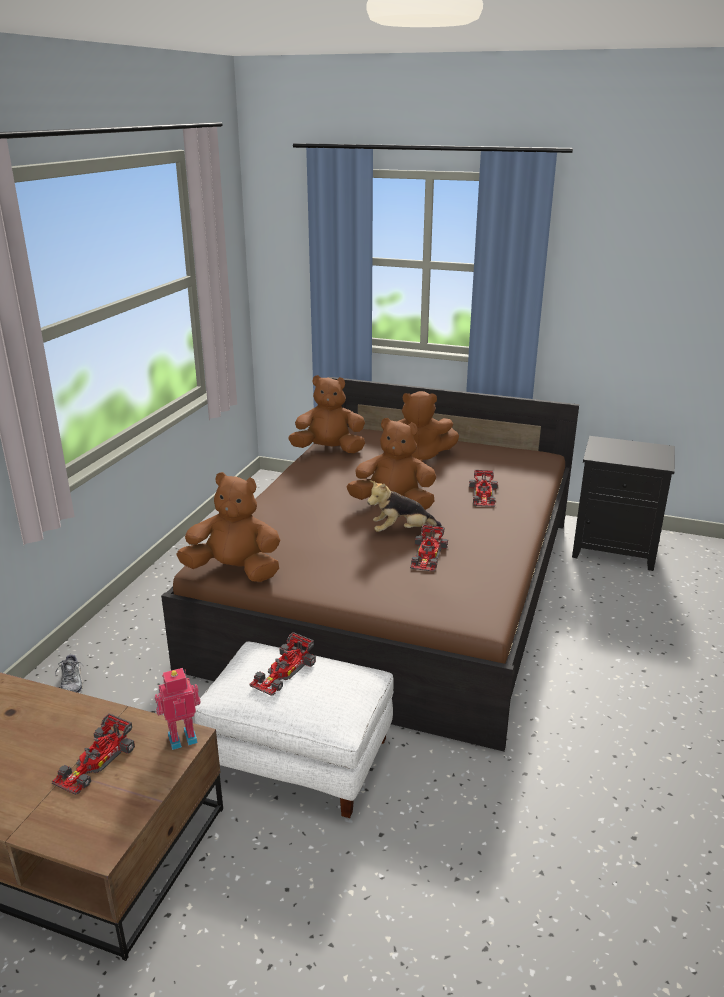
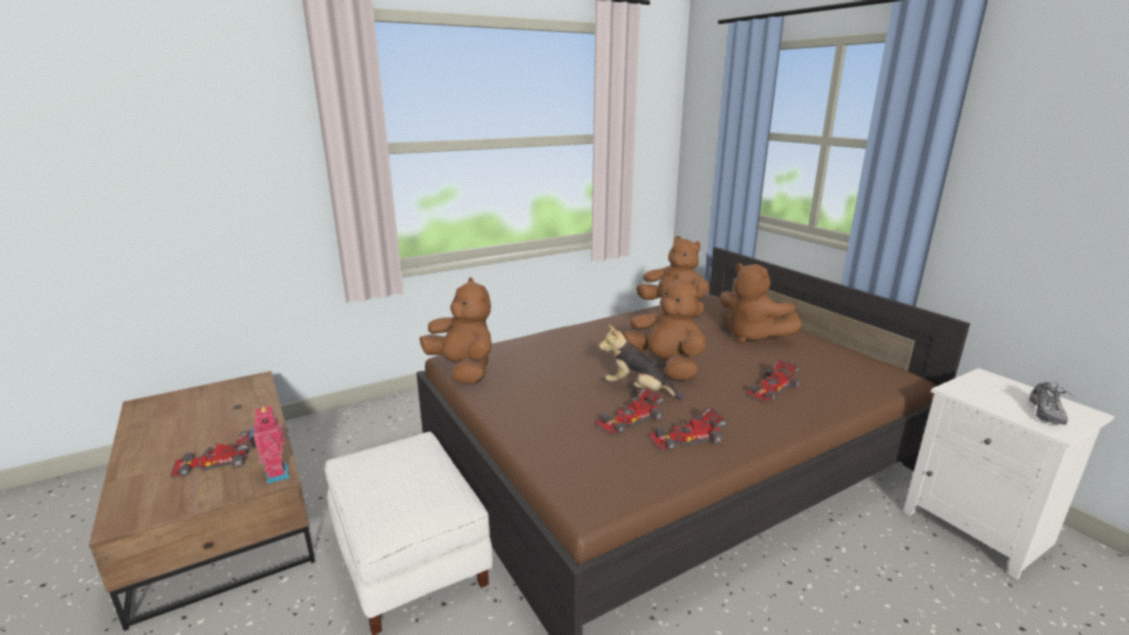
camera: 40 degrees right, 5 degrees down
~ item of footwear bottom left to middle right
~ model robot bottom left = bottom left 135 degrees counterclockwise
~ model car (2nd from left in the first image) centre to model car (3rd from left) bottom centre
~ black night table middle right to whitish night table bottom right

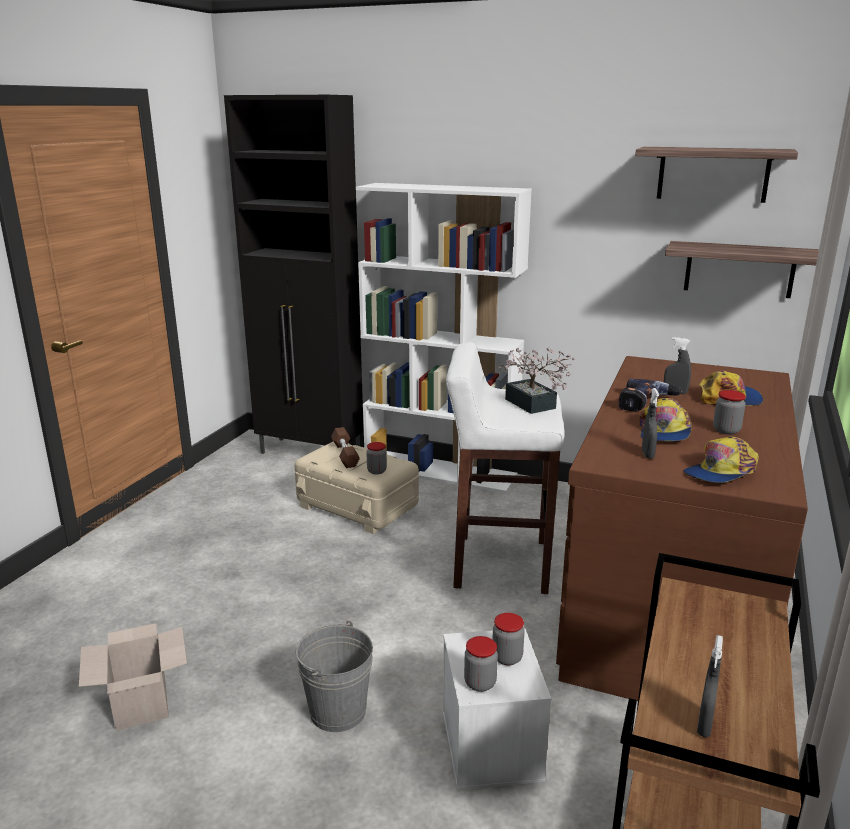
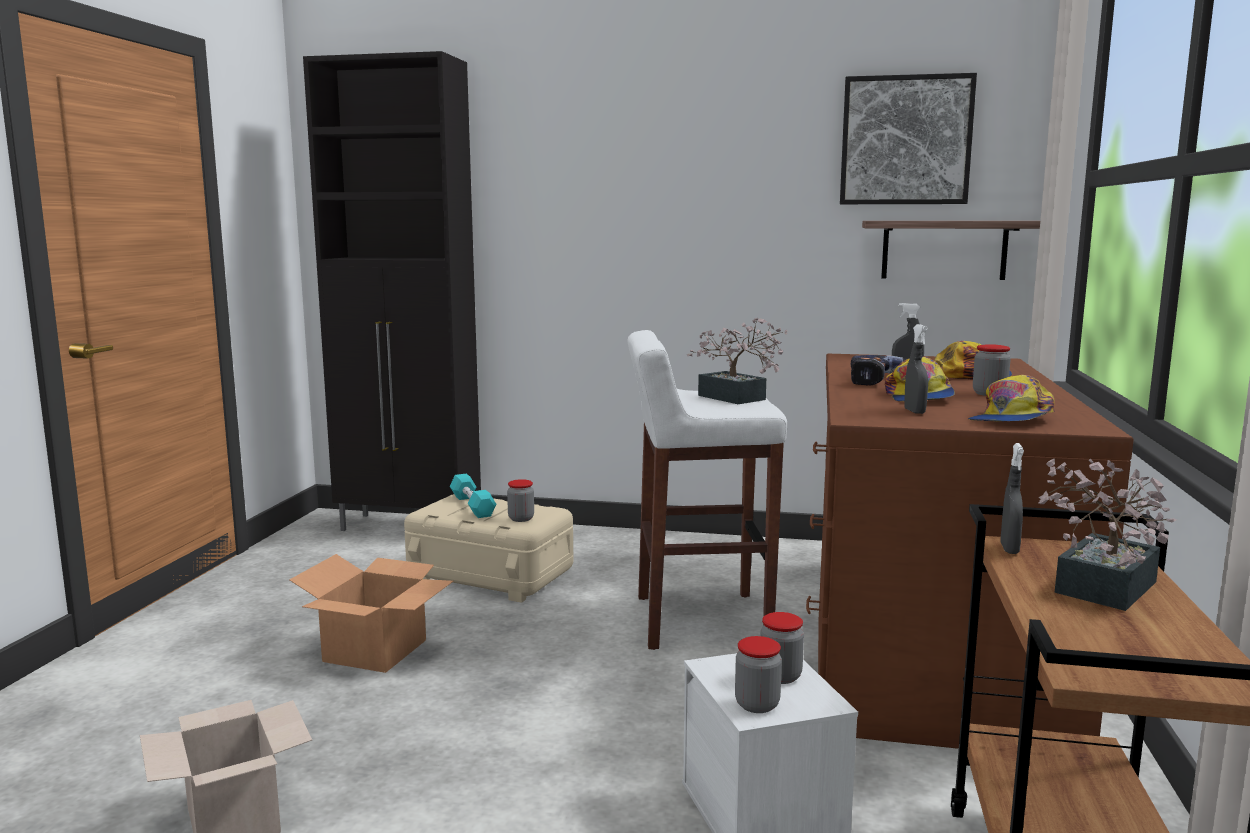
camera: 10 degrees left, 10 degrees down
- grey bucket bottom centre
~ brown-coloured dumbbell centre to turquoise dumbbell centre
- whitish bookshelf centre
~ shelf (1st from left) top right to picture top right
~ grey sprayer (3rd from left) bottom right to middle right
+ carton (2nd from left) bottom left
+ plant in a pot (2nd from left) middle right

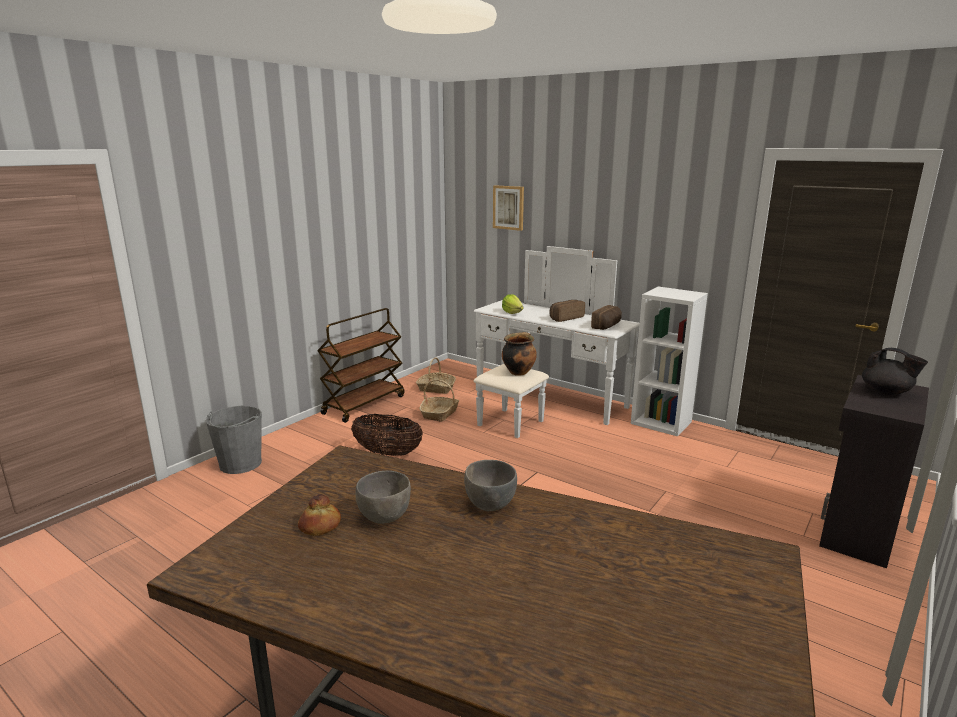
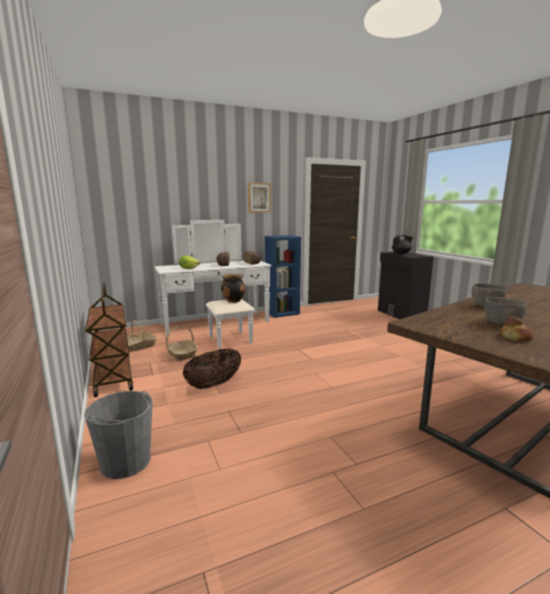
camera: 60 degrees left, 5 degrees down
~ picture top centre to centre
~ whitish bookshelf middle right to blue-coloured bookshelf centre

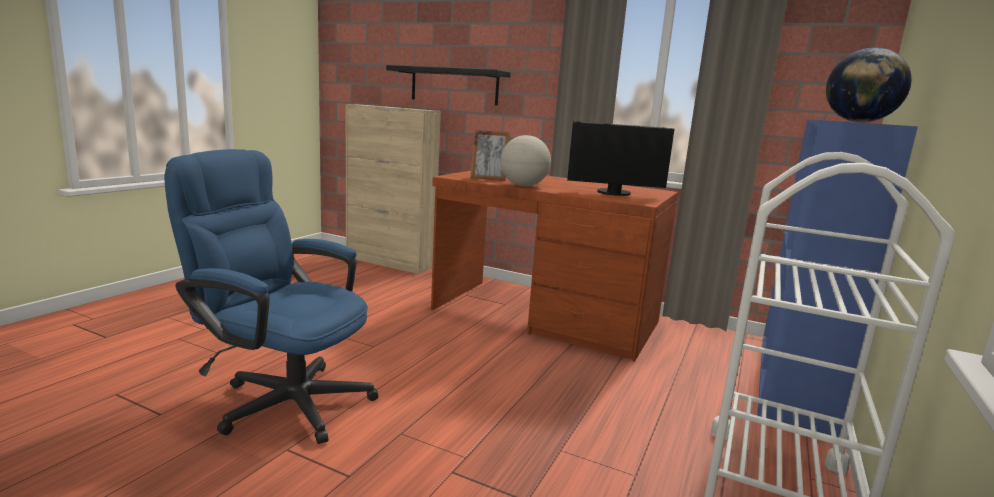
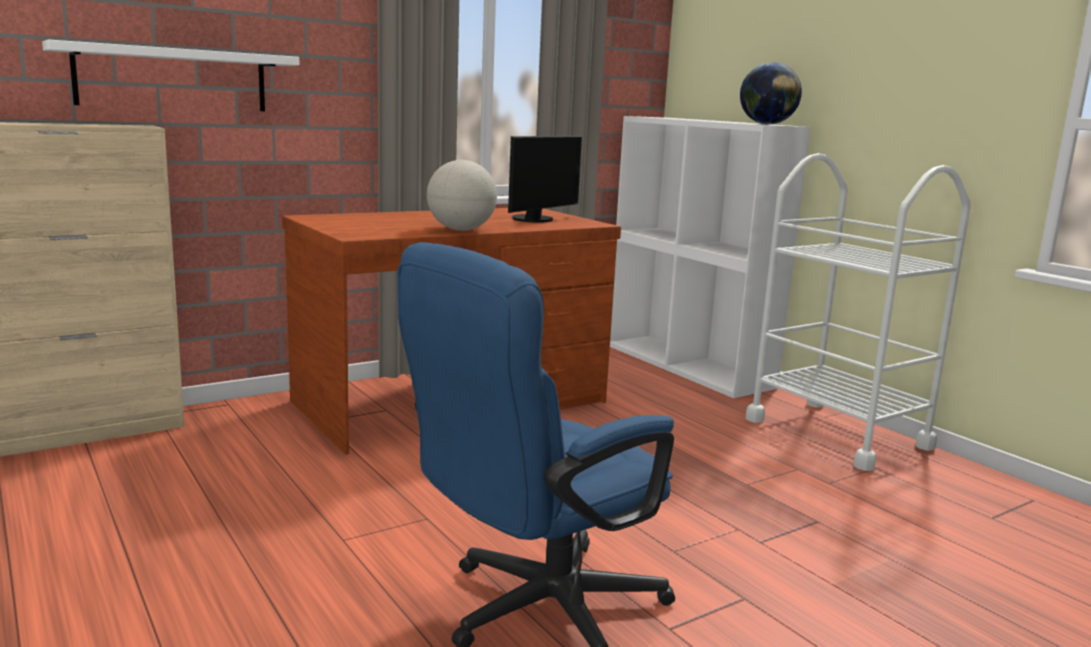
camera: 60 degrees left, 0 degrees up
~ black shelf top centre to whitish shelf top left
- photo frame top centre
~ blue-coloured bookshelf middle right to whitish bookshelf centre

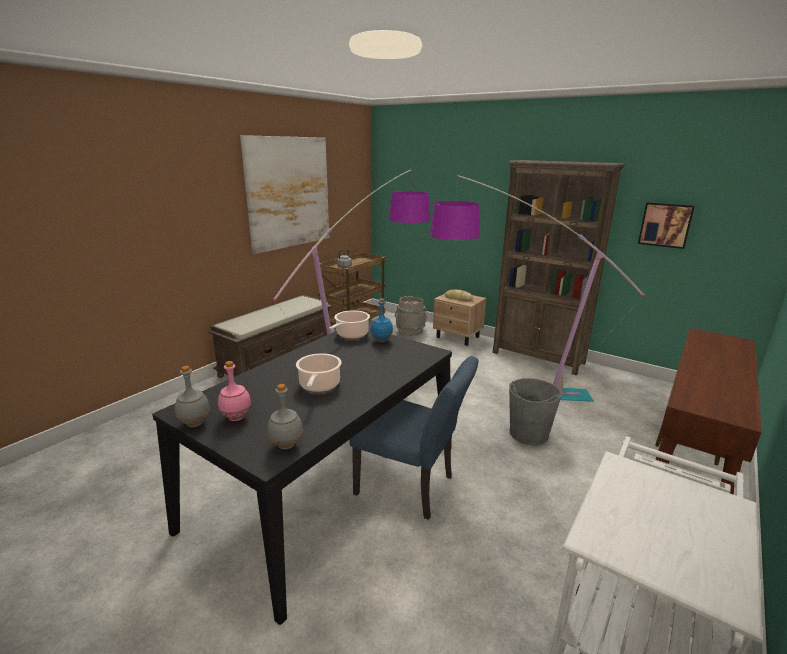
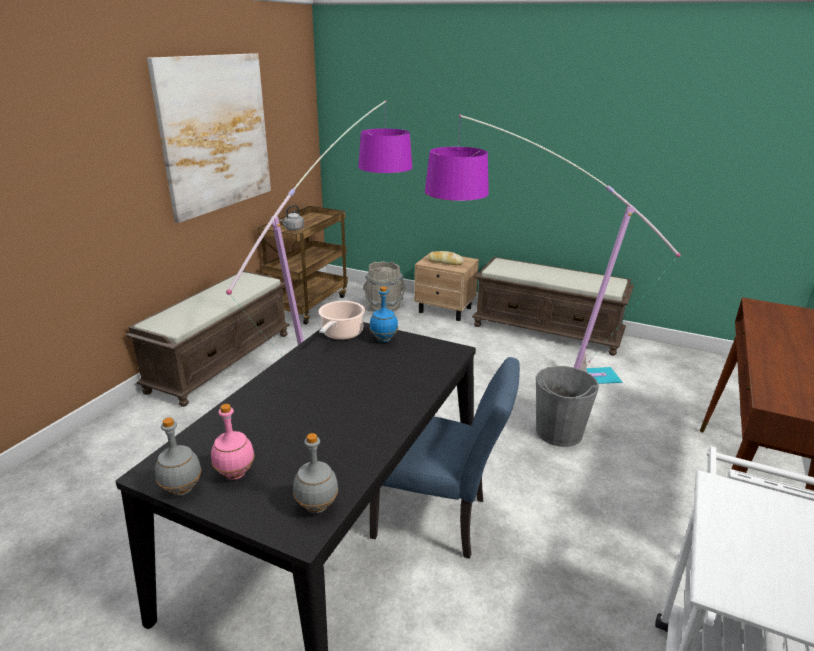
camera: 10 degrees left, 5 degrees up
- saucepot (1st from left) centre
~ brown-coloured bookshelf middle right to brown-coloured indoor bench (2nd from left) middle right
- picture (2nd from left) middle right

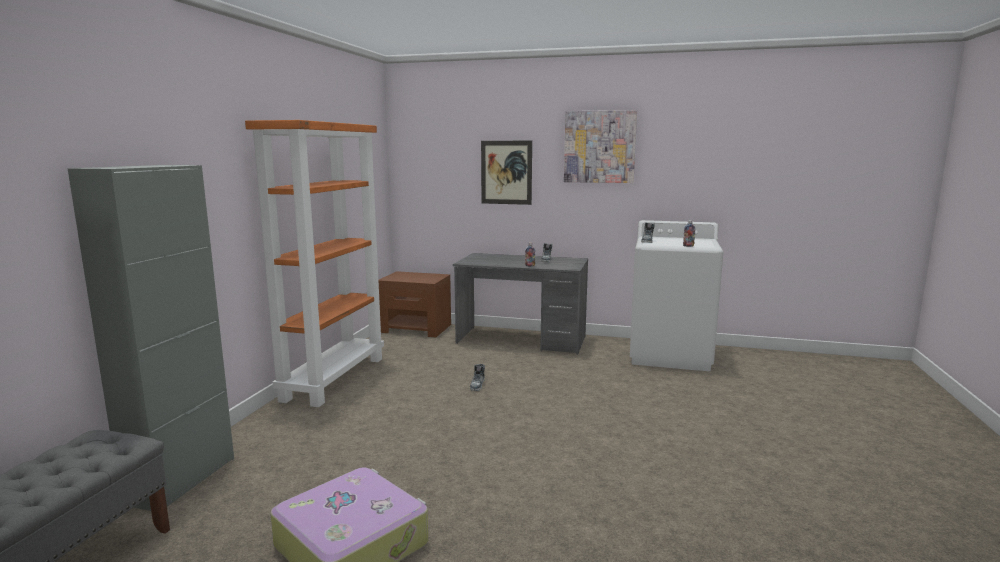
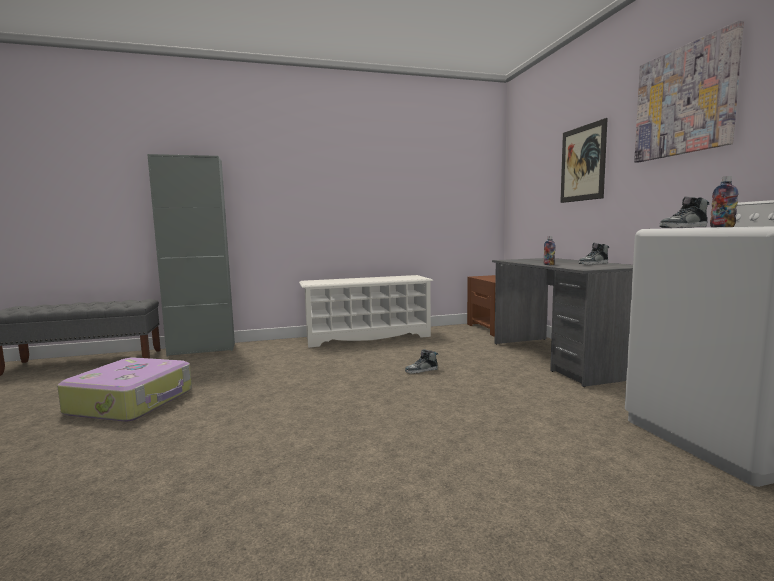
camera: 60 degrees right, 5 degrees down
~ orange-coloured bookshelf middle left to whitish shoe shelf centre

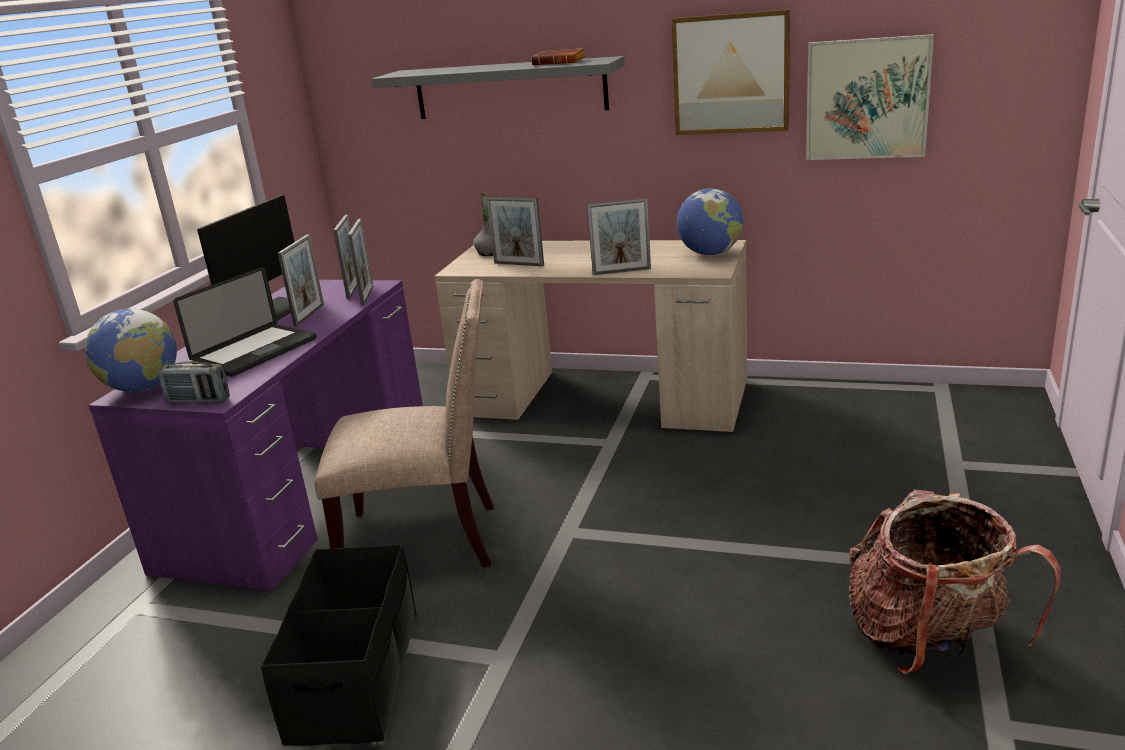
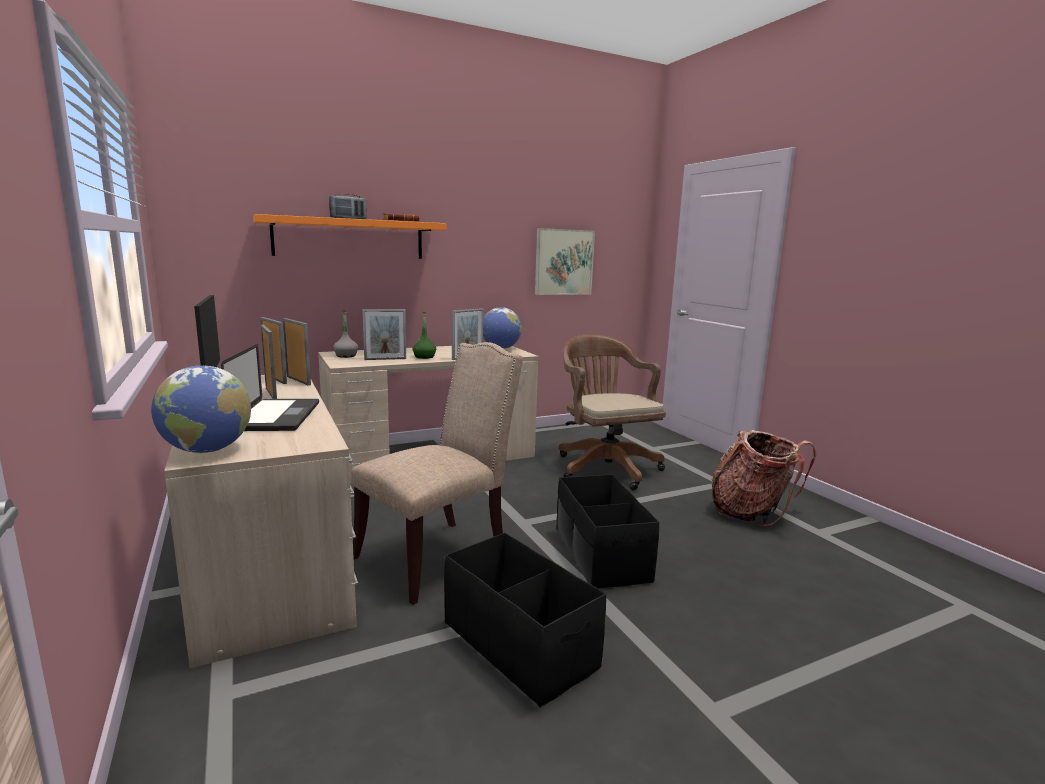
camera: 45 degrees left, 10 degrees down
~ purple desk unit middle left to beige desk unit (1st from left) middle left
~ radio middle left to top left
~ grey shelf top centre to orange-coloured shelf top centre
- picture (1st from left) top centre
+ greenish drink bottle centre
+ black storage box (2nd from left) bottom centre
+ brown-coloured desk chair centre

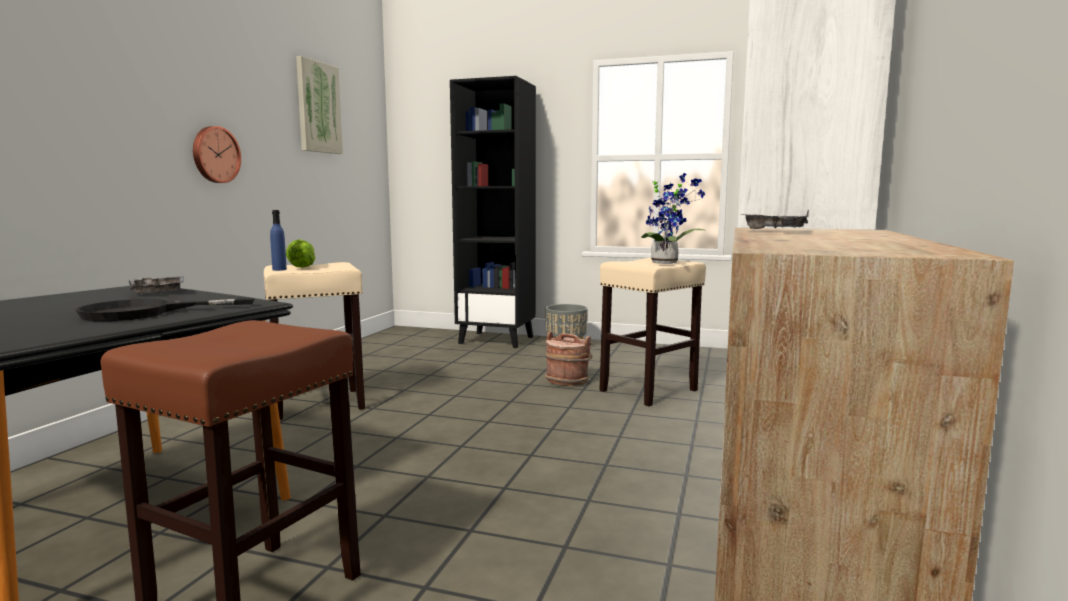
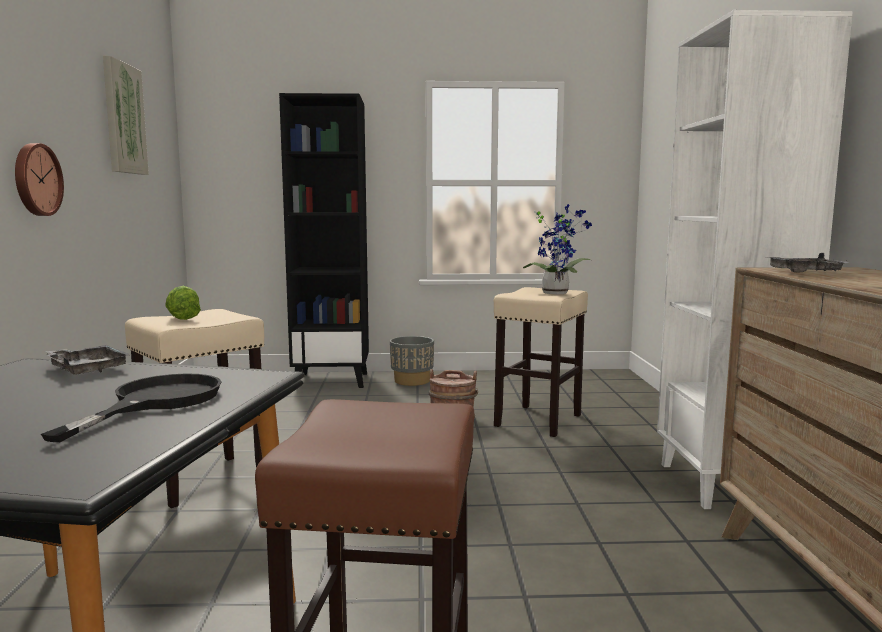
camera: 20 degrees left, 0 degrees up
~ black frying pan middle left = middle left 150 degrees clockwise
- blue-coloured drink bottle middle left

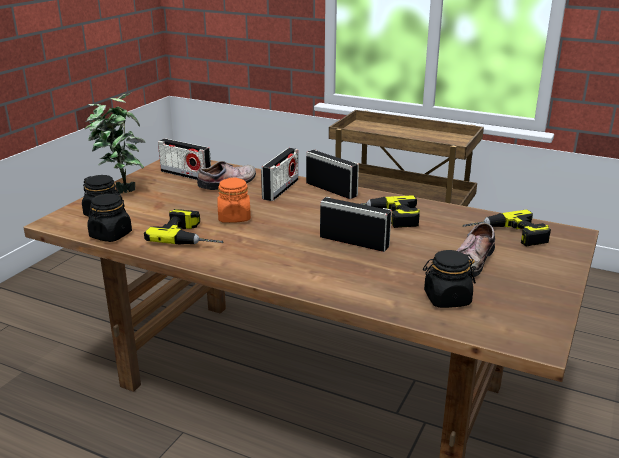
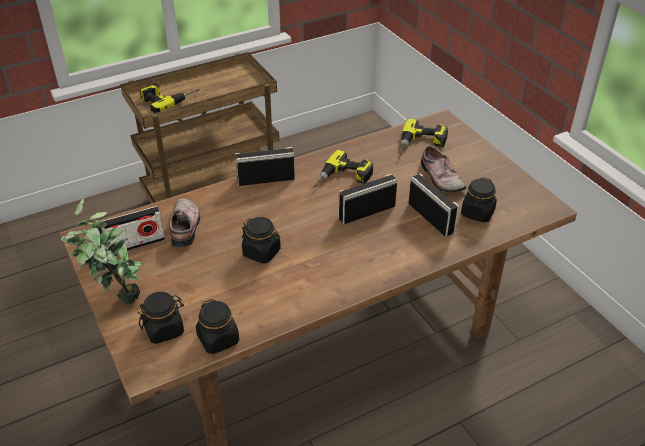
camera: 55 degrees left, 15 degrees up
~ drill (1st from left) middle left to top left
~ orange-coloured storage jar centre to black storage jar (3rd from left) centre
~ radio (2nd from left in the first image) centre to radio (4th from left) middle right

